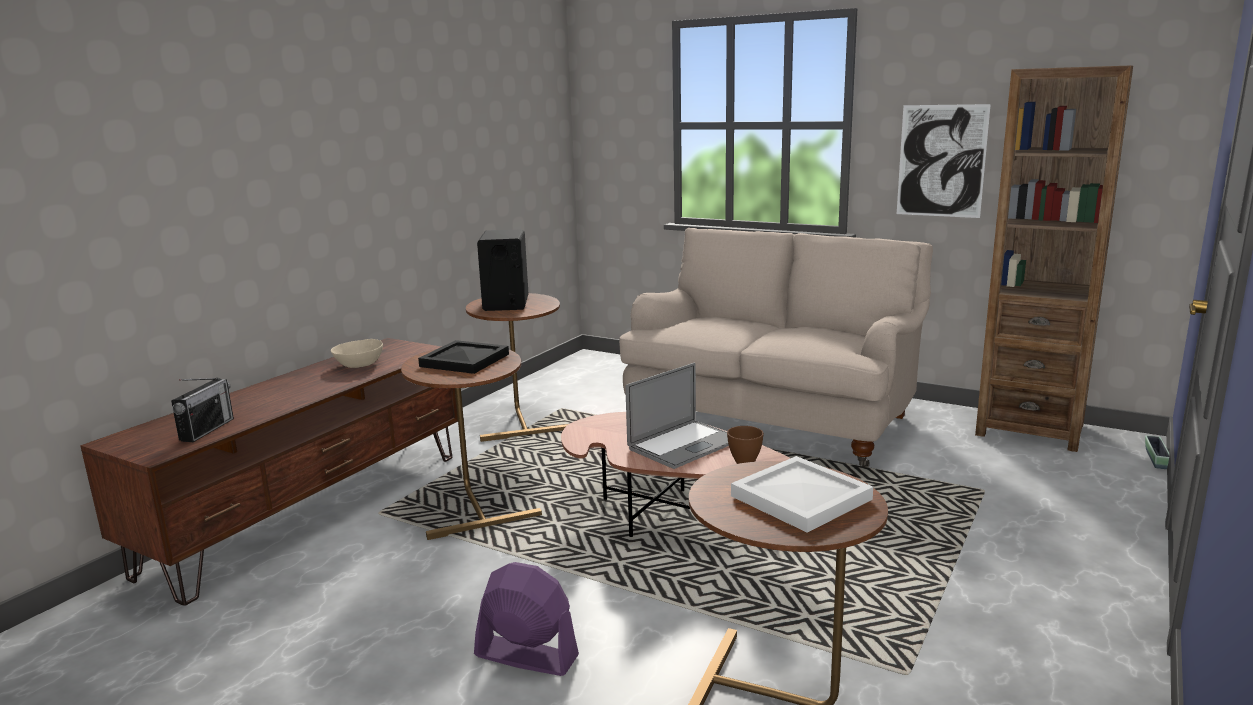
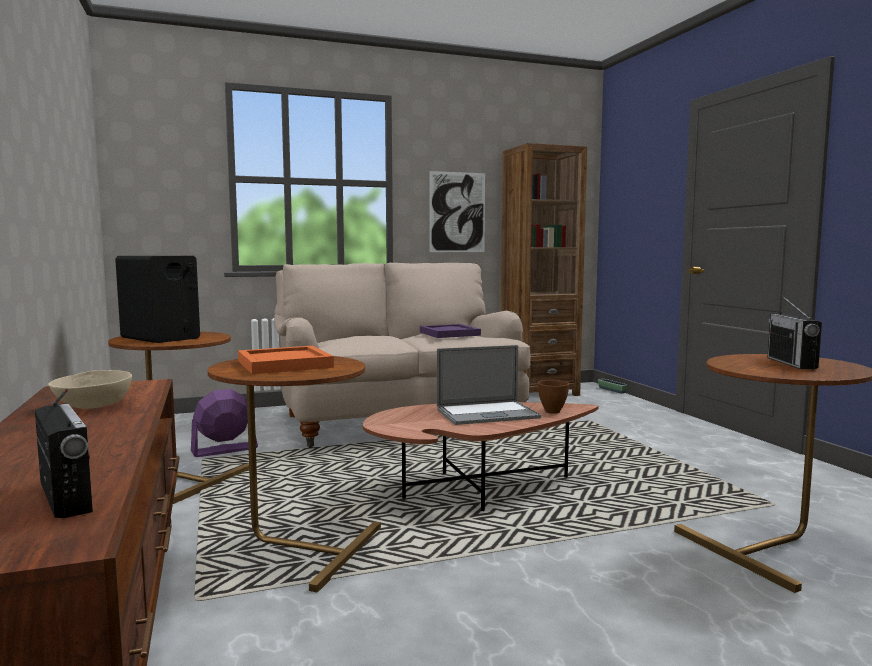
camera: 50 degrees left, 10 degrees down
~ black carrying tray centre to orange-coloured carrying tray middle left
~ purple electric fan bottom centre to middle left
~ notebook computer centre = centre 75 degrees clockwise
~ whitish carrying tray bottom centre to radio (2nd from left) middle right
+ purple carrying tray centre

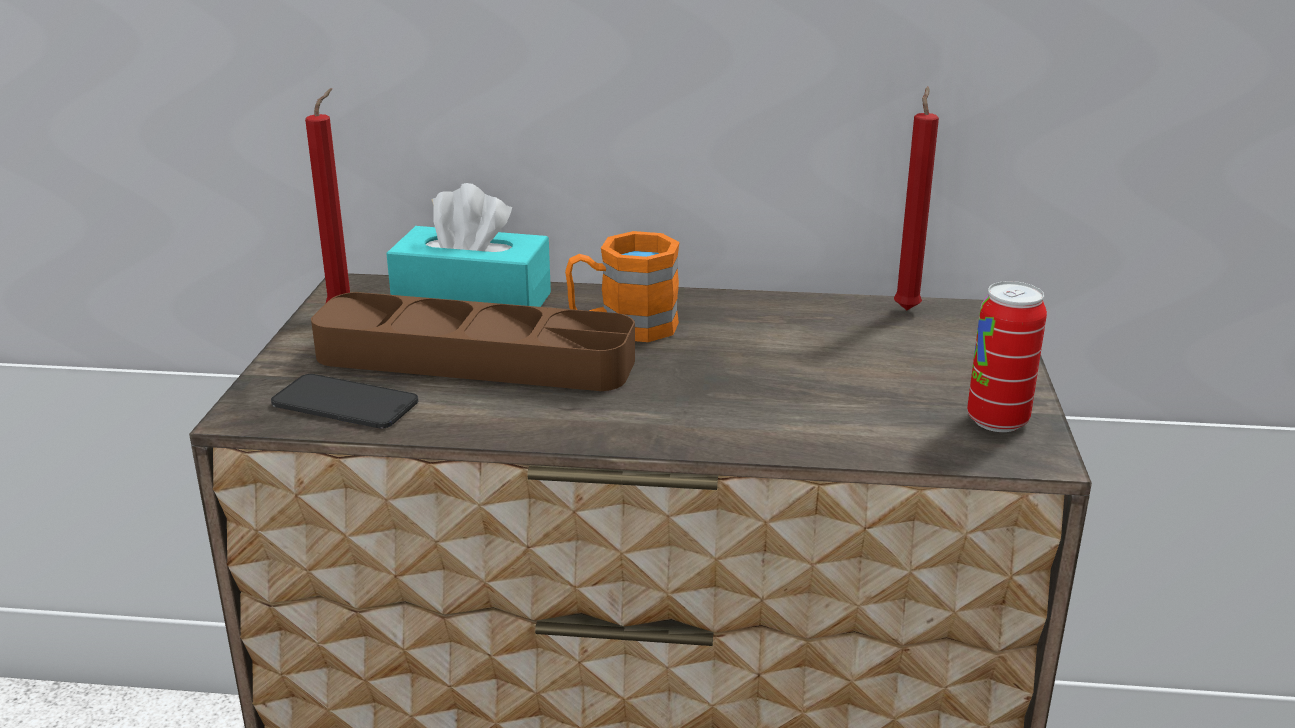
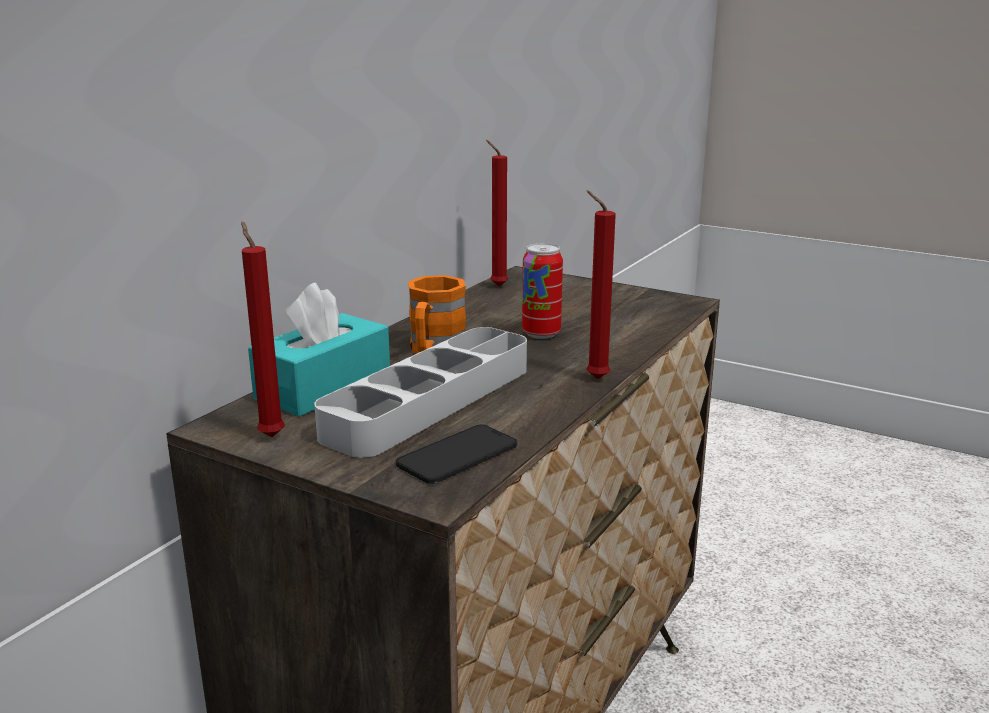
camera: 65 degrees left, 5 degrees down
~ brown-coloured carrying tray centre to grey carrying tray centre
~ metal can middle right to centre
+ red candle (3rd from left) centre

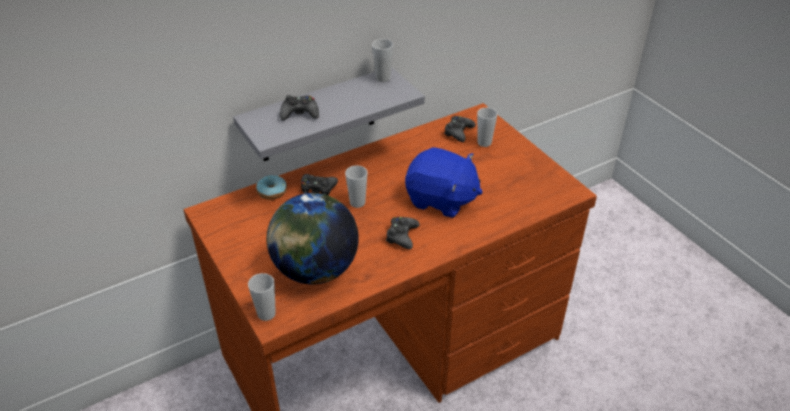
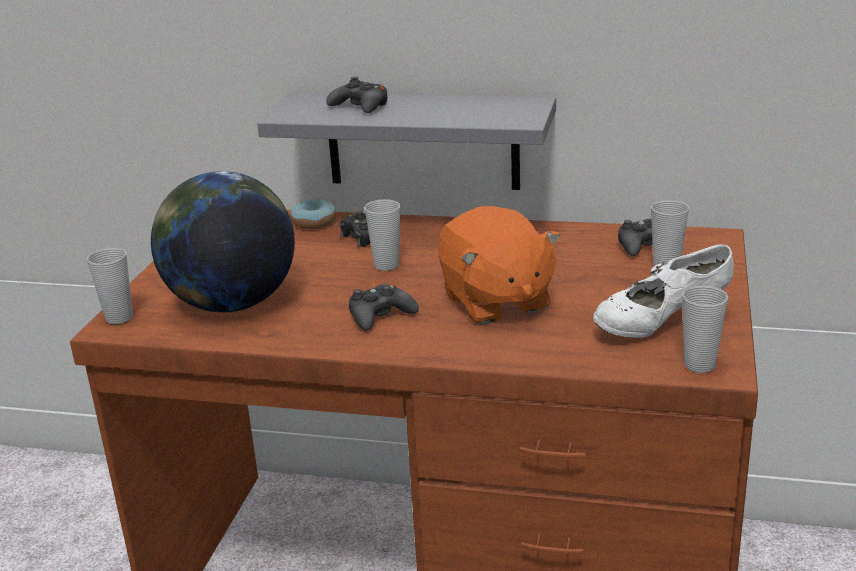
camera: 45 degrees right, 15 degrees down
~ small cup (3rd from left in the first image) top centre to small cup (4th from left) middle right
~ blue-coloured soft toy centre to orange-coloured soft toy centre
+ whitish item of footwear middle right

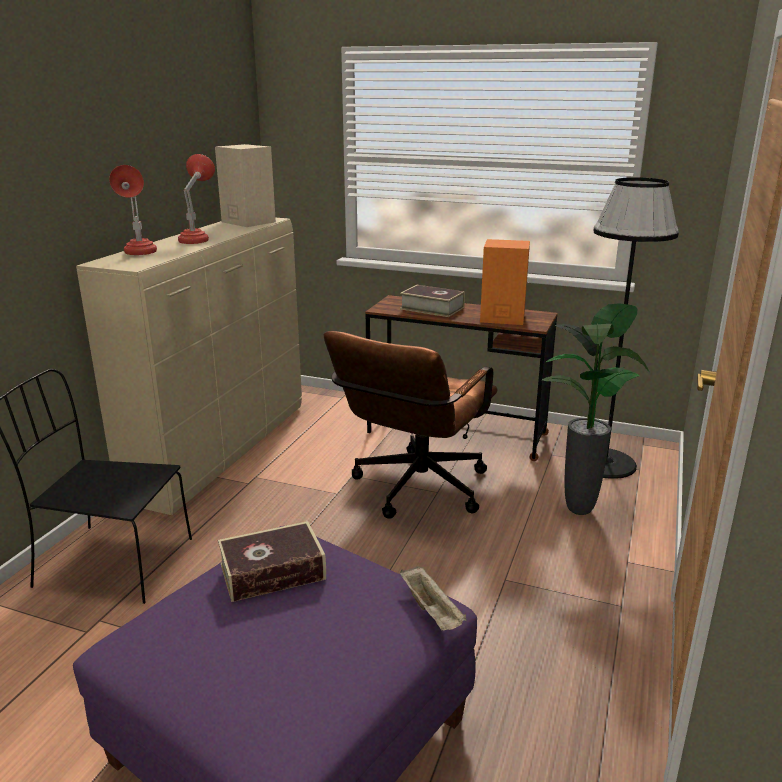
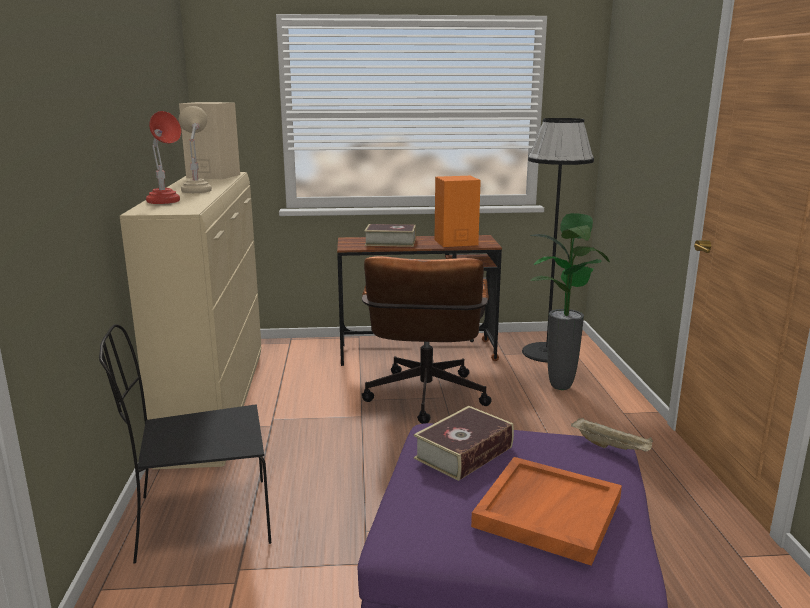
camera: 25 degrees left, 5 degrees down
~ red lamp for a table (2nd from left) top left to beige lamp for a table top left
+ orange-coloured carrying tray bottom right

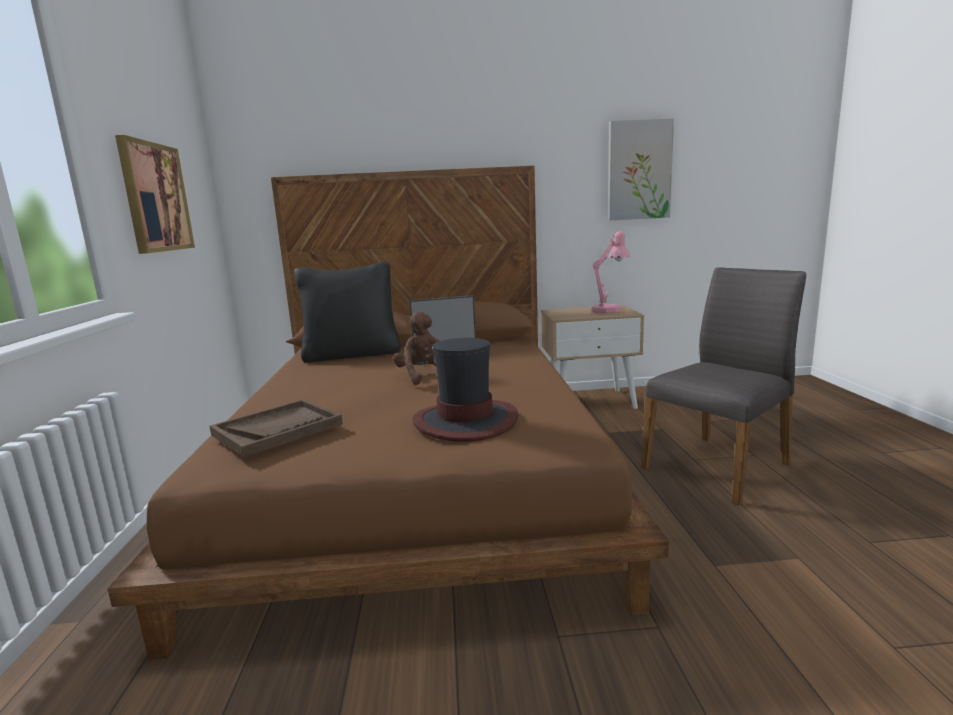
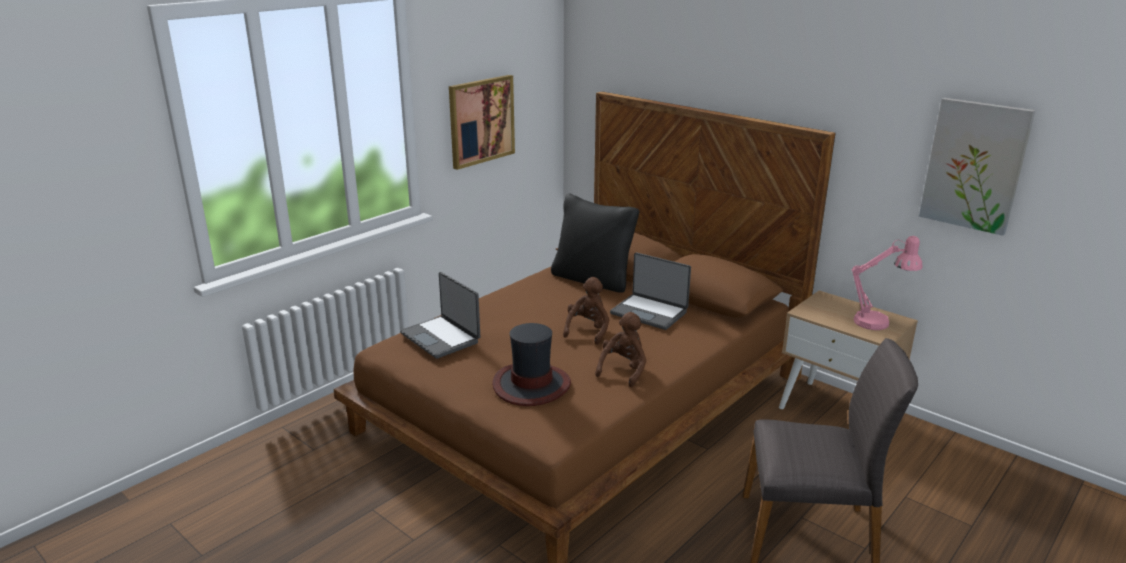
camera: 45 degrees right, 10 degrees up
~ brown-coloured carrying tray middle left to notebook computer (1st from left) centre
+ brown-coloured soft toy (2nd from left) centre

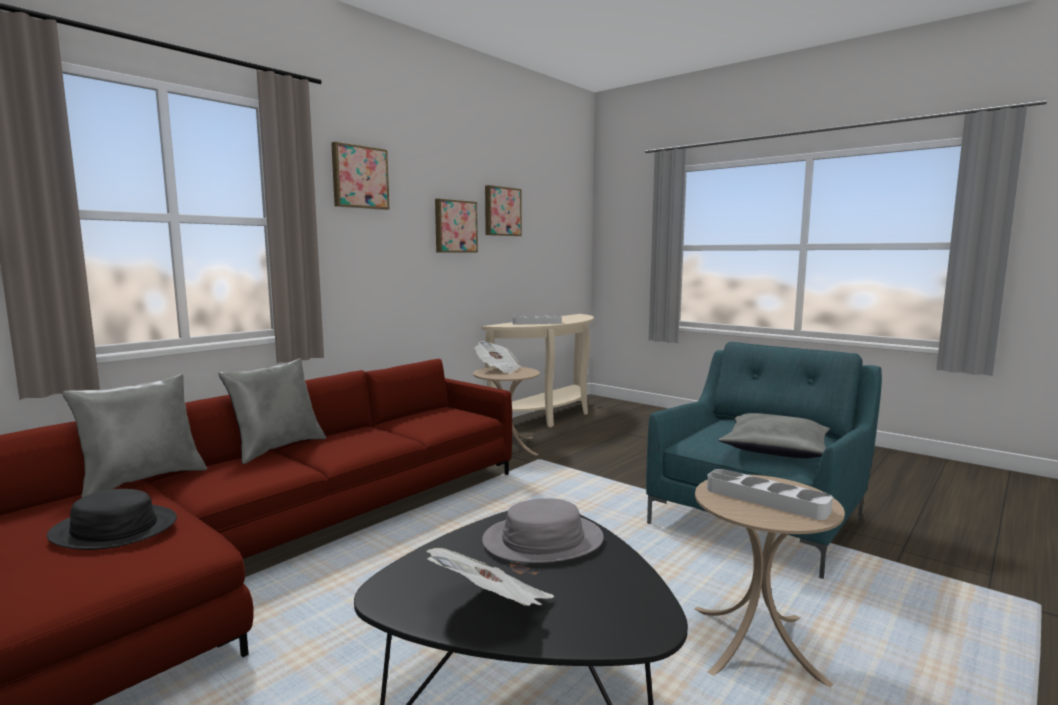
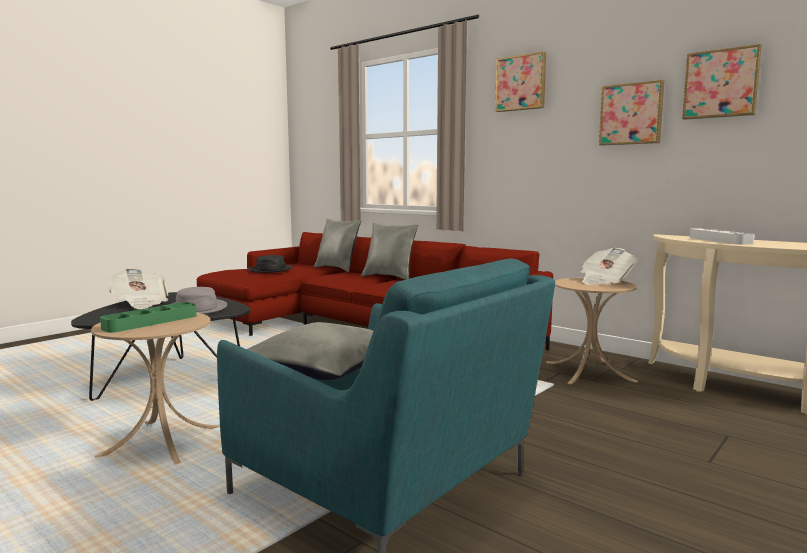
camera: 90 degrees right, 0 degrees up
~ grey carrying tray (2nd from left) bottom right to greenish carrying tray middle left

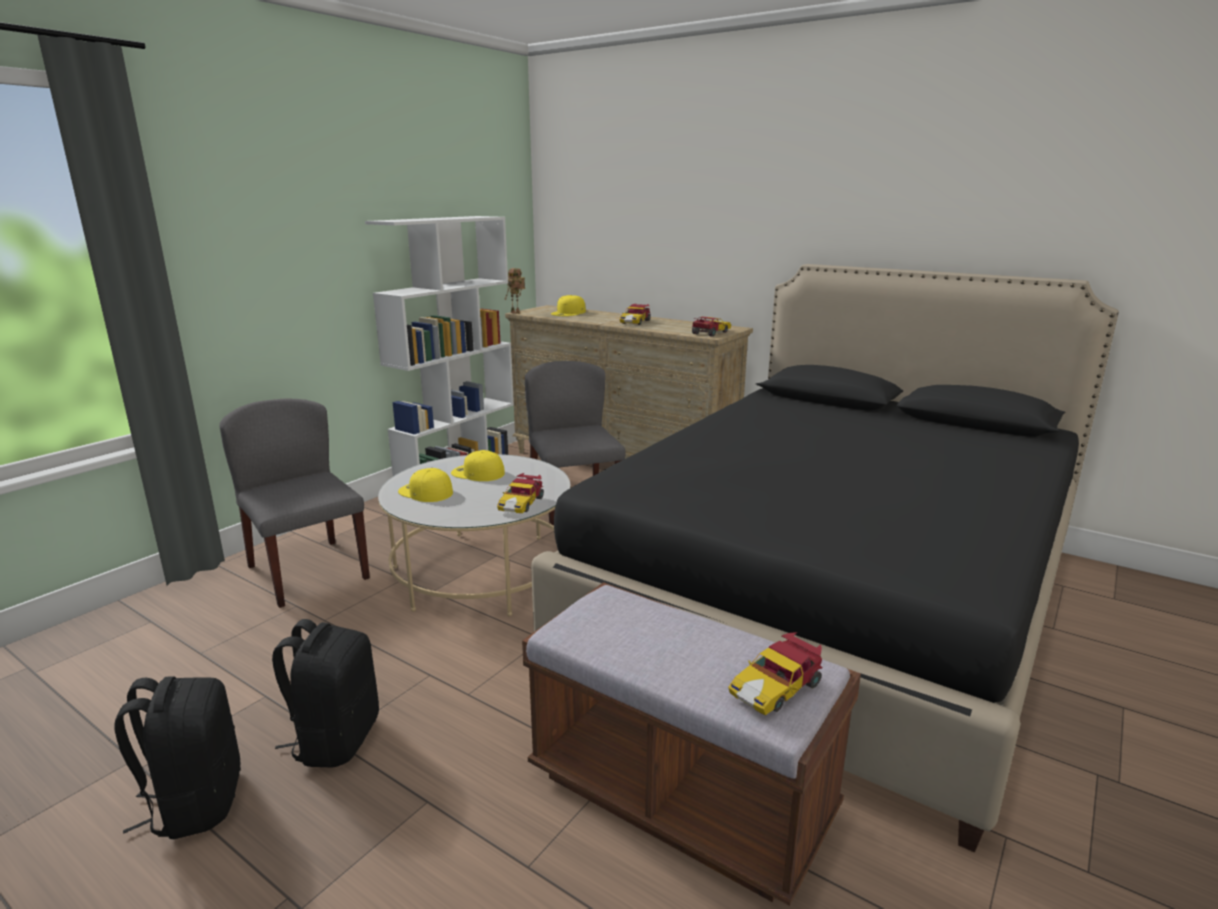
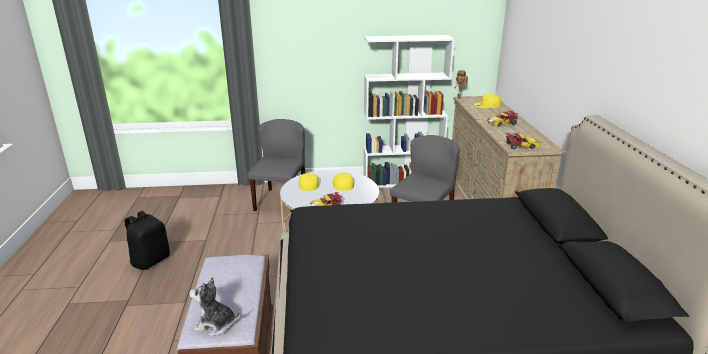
camera: 50 degrees right, 5 degrees up
- black knapsack (2nd from left) bottom left
~ model car (4th from left) bottom centre to soft toy bottom left

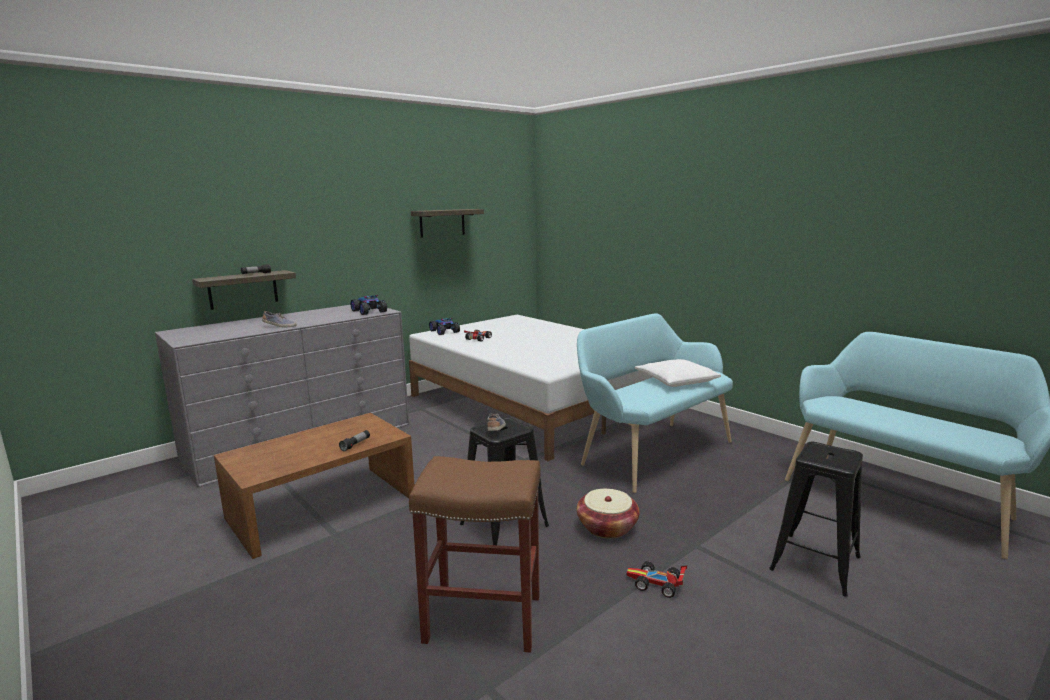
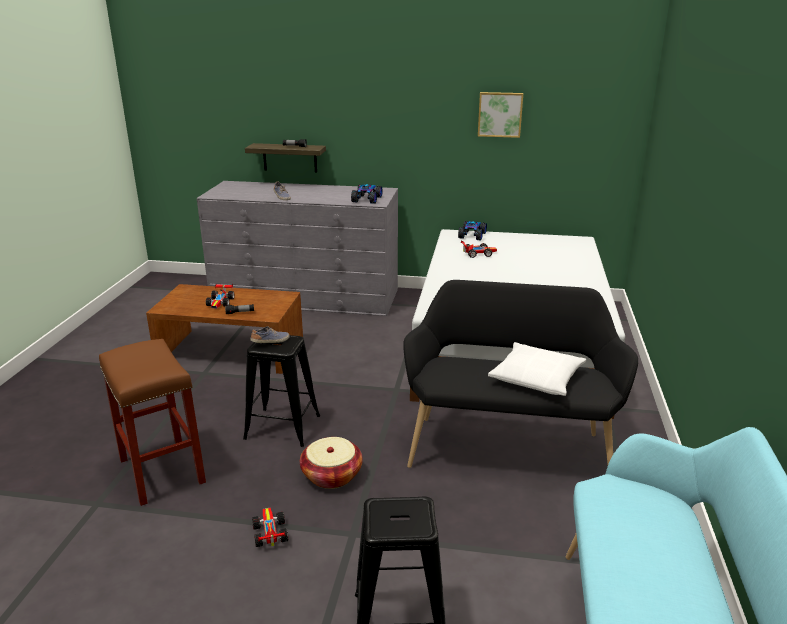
camera: 50 degrees right, 10 degrees up
~ shelf (2nd from left) top centre to picture top centre
~ turquoise indoor bench (1st from left) centre to black indoor bench centre
+ model car (1st from left) middle left

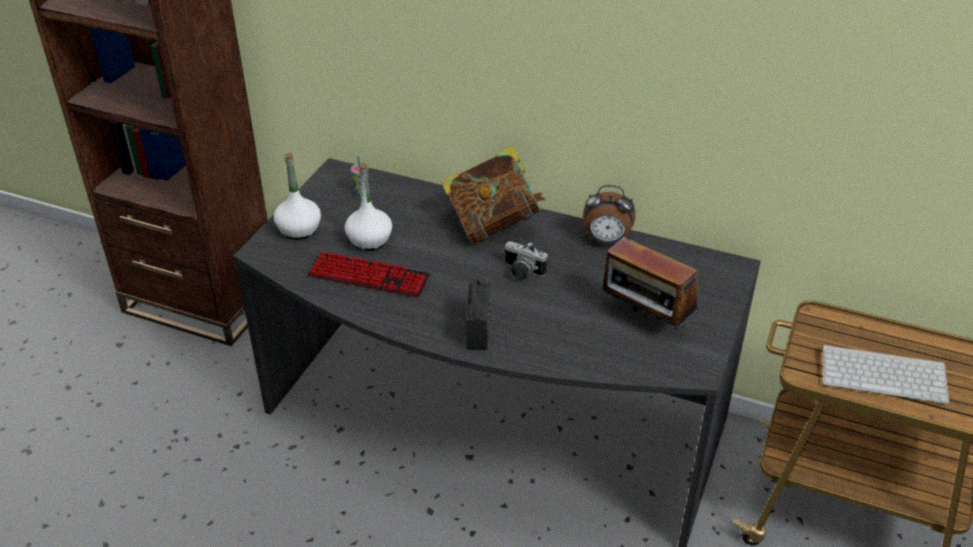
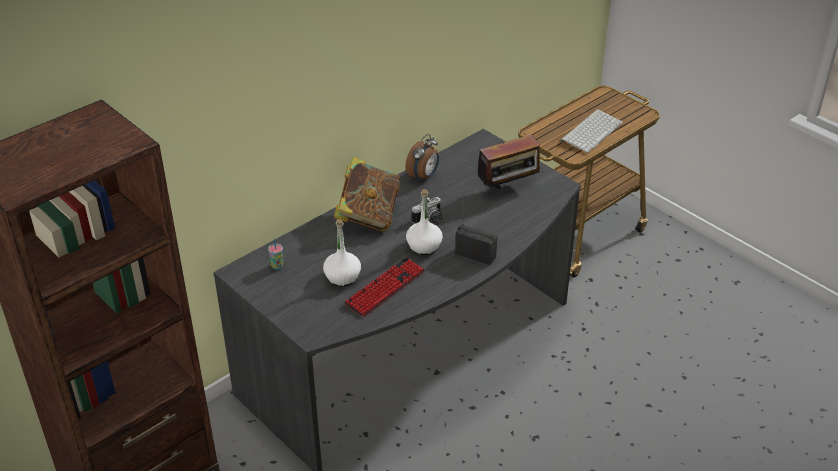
camera: 65 degrees left, 0 degrees up
~ whitish drink bottle (1st from left in the first image) middle left to whitish drink bottle (2nd from left) centre

